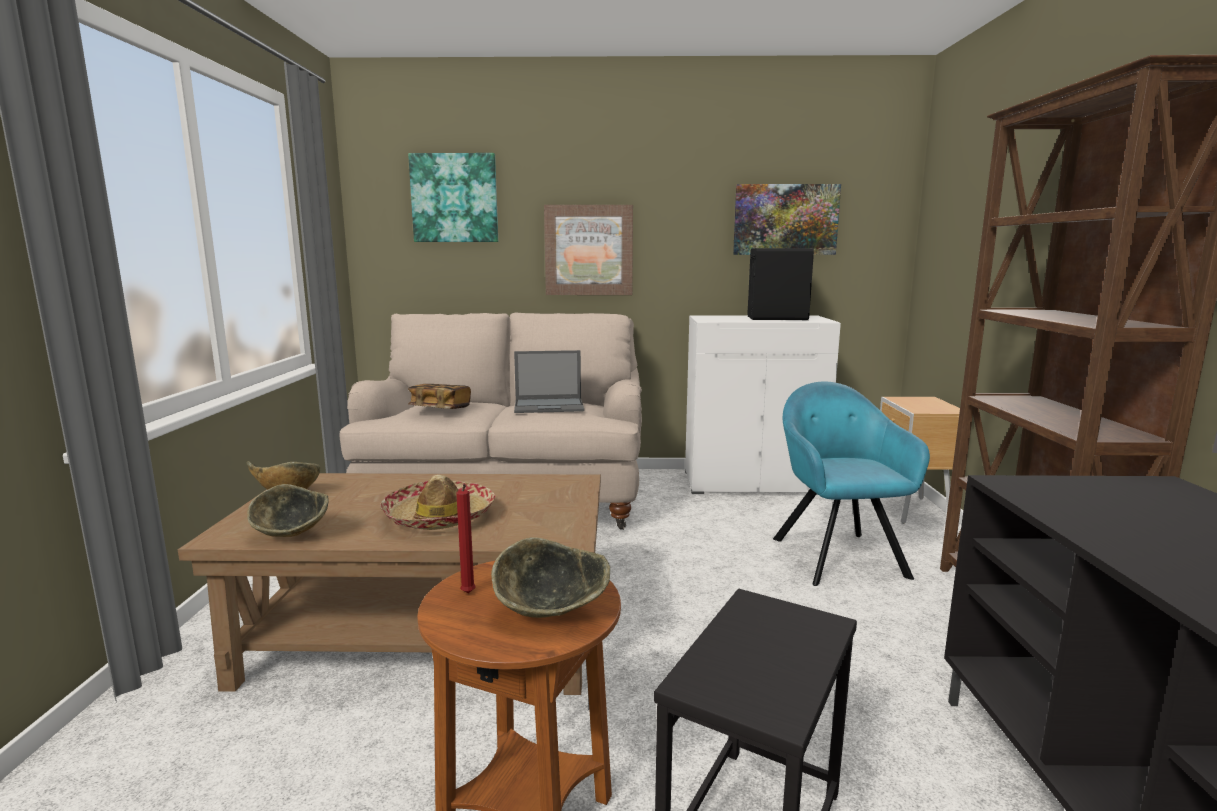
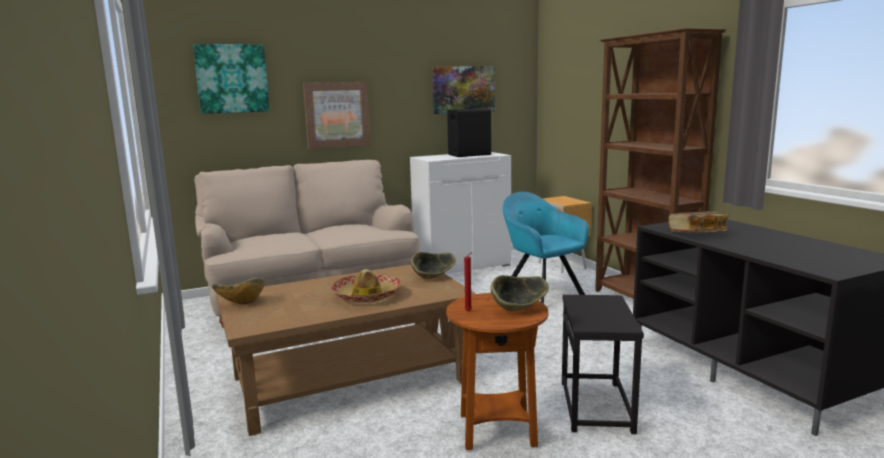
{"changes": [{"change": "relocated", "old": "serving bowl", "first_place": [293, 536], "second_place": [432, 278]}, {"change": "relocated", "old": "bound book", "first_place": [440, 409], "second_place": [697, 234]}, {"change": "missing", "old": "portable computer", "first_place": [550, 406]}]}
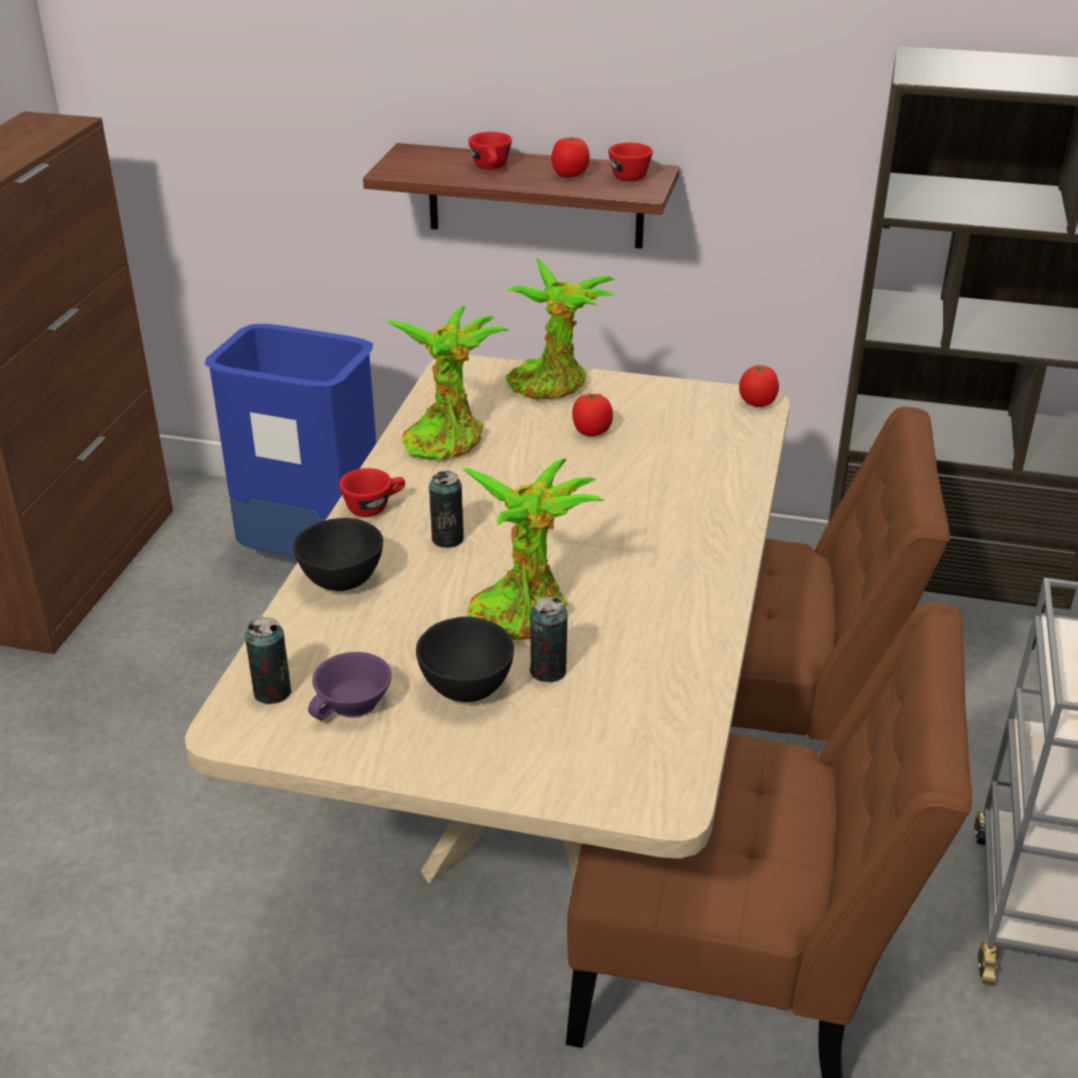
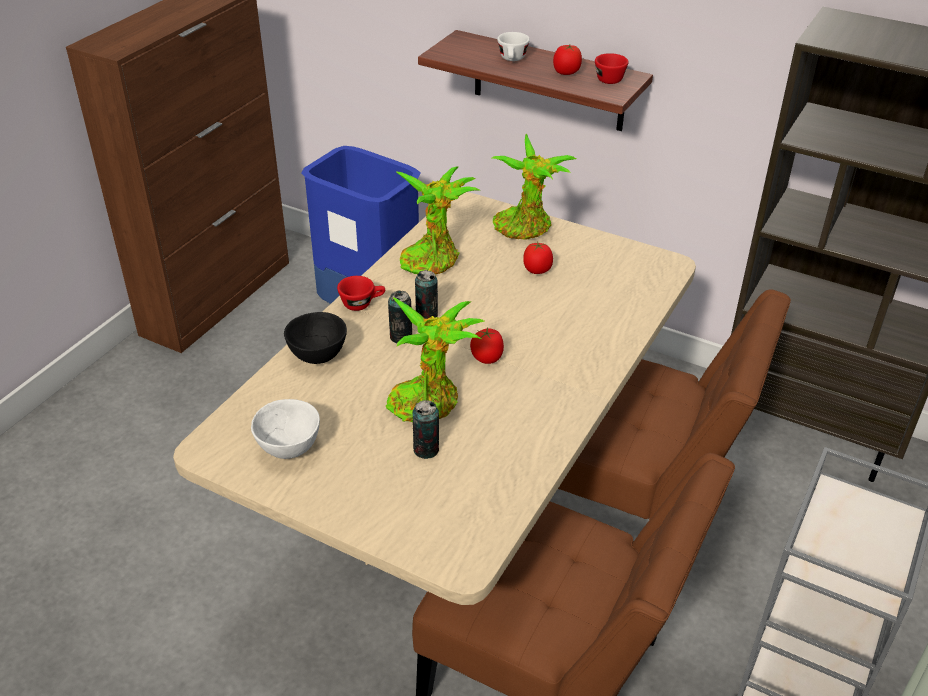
{"changes": [{"change": "exchanged", "old": "cup (purple)", "new": "serving bowl (white)", "first_place": [354, 705], "second_place": [288, 449]}, {"change": "relocated", "old": "can", "first_place": [272, 692], "second_place": [426, 316]}, {"change": "relocated", "old": "whole tomato", "first_place": [757, 403], "second_place": [487, 358]}, {"change": "colour", "old": "cup (reddish)", "new": "cup (white)", "first_place": [492, 168], "second_place": [512, 59]}, {"change": "missing", "old": "serving bowl (blackish)", "first_place": [466, 687]}]}
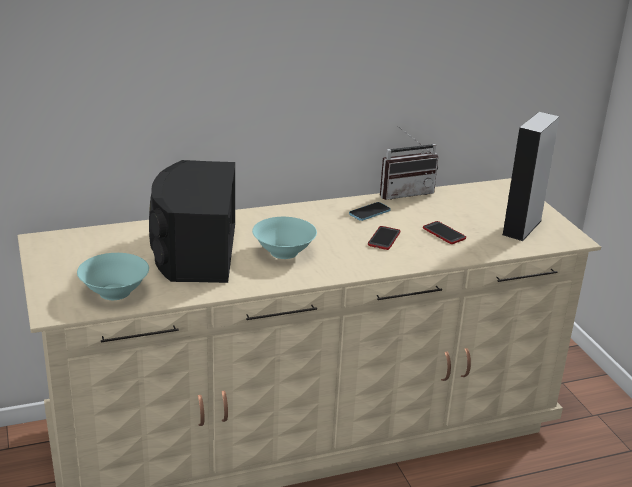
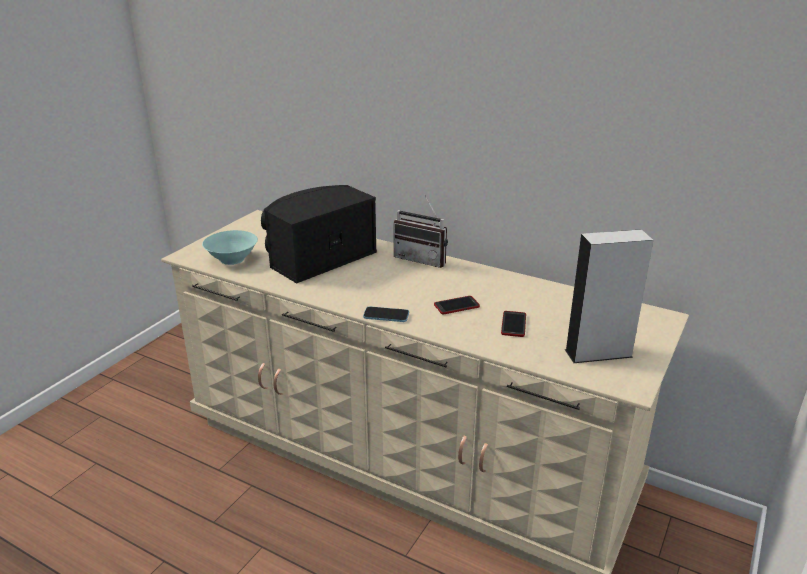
{"changes": [{"change": "relocated", "old": "phone", "first_place": [369, 212], "second_place": [386, 315]}, {"change": "relocated", "old": "radio set", "first_place": [404, 192], "second_place": [423, 259]}, {"change": "missing", "old": "serving bowl (turquoise)", "first_place": [284, 252]}]}
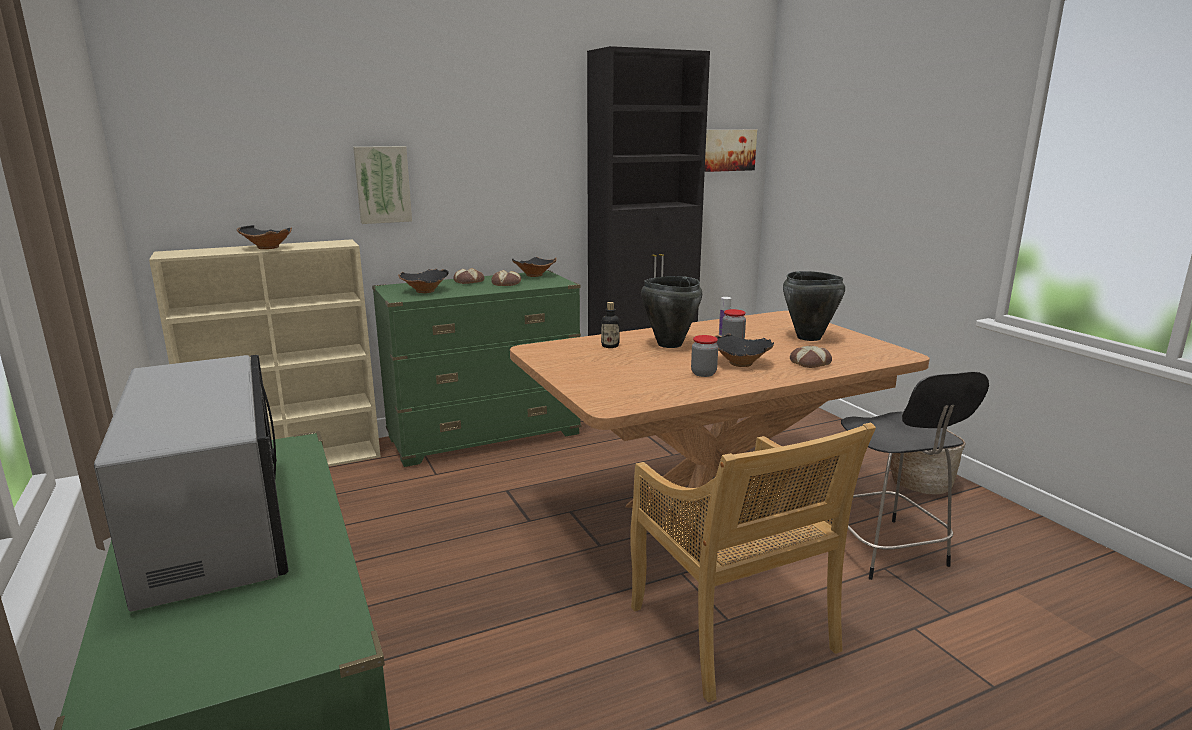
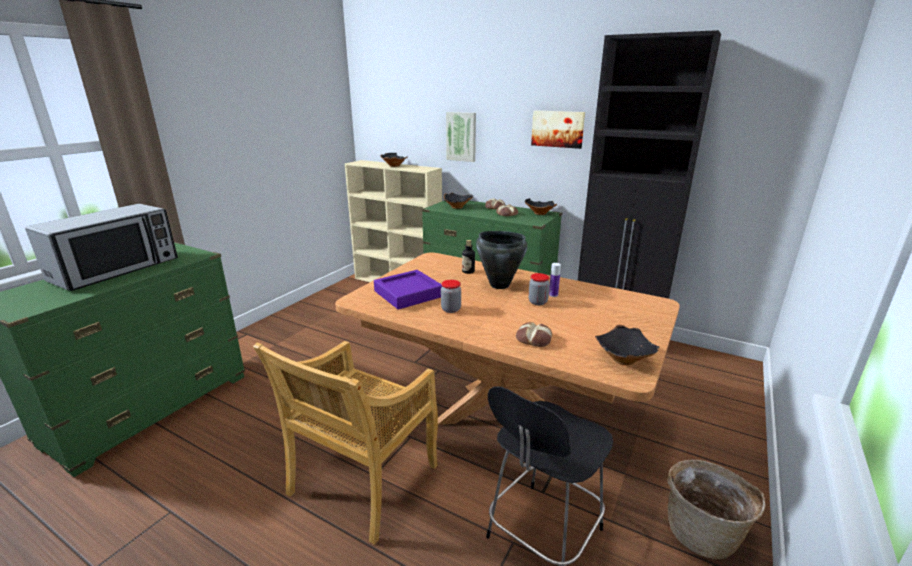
{"changes": [{"change": "appeared", "new": "serving tray (purple)", "second_place": [408, 294]}, {"change": "relocated", "old": "wall art", "first_place": [727, 150], "second_place": [558, 129]}, {"change": "relocated", "old": "serving bowl (blackish)", "first_place": [741, 363], "second_place": [625, 359]}, {"change": "missing", "old": "saucepot (blackish)", "first_place": [808, 338]}]}
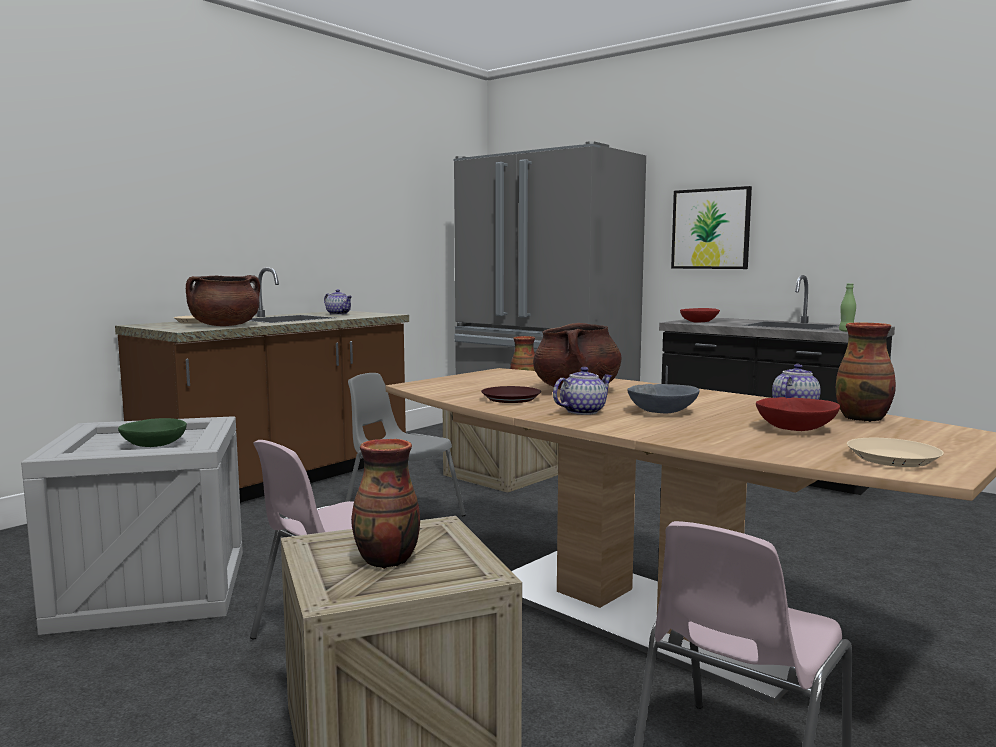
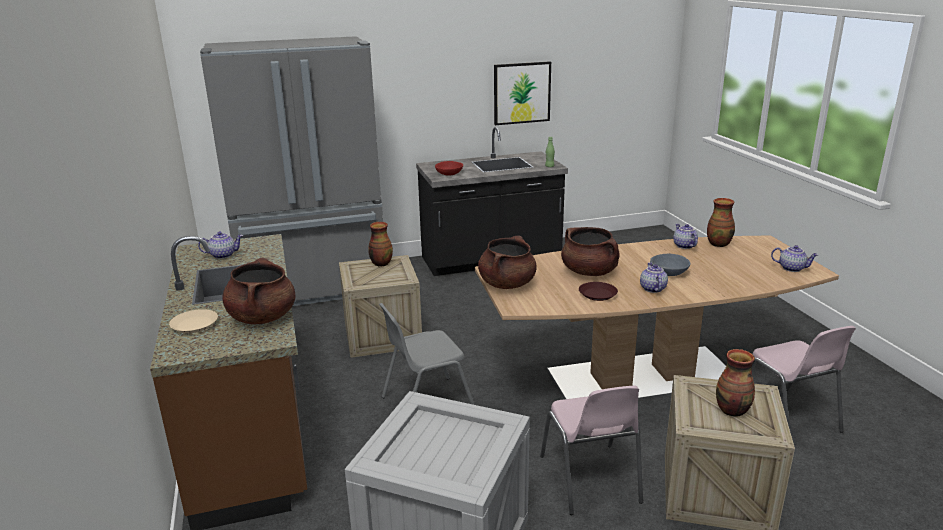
{"changes": [{"change": "appeared", "new": "saucepot (brown)", "second_place": [507, 284]}, {"change": "relocated", "old": "wall art", "first_place": [711, 229], "second_place": [521, 93]}, {"change": "exchanged", "old": "dinner plate (beige-coloured)", "new": "tea pot", "first_place": [893, 458], "second_place": [792, 268]}, {"change": "missing", "old": "serving bowl (green)", "first_place": [153, 445]}, {"change": "missing", "old": "serving bowl (reddish)", "first_place": [795, 429]}]}
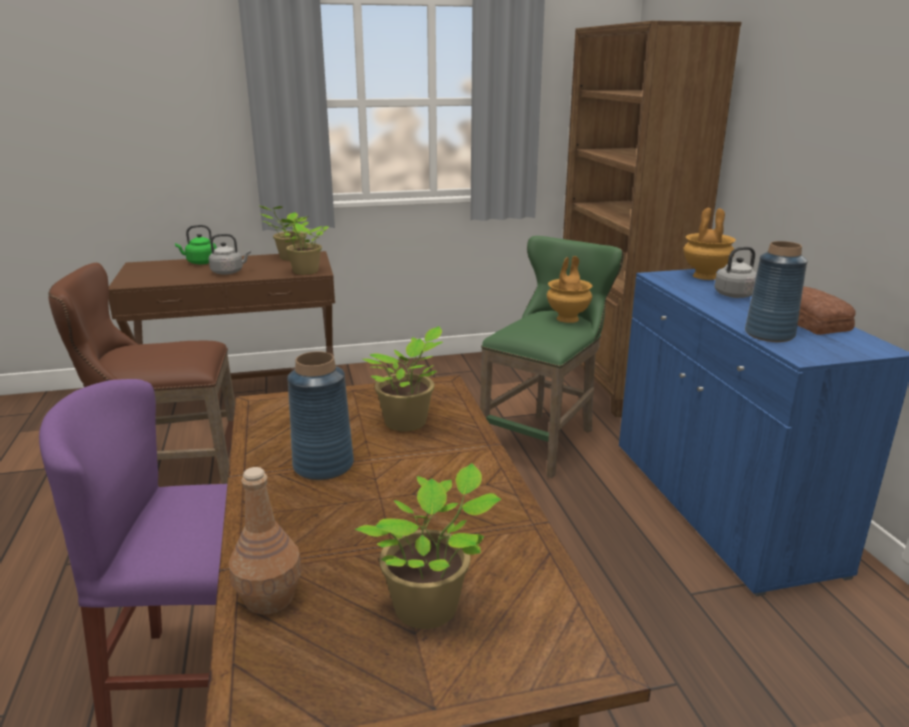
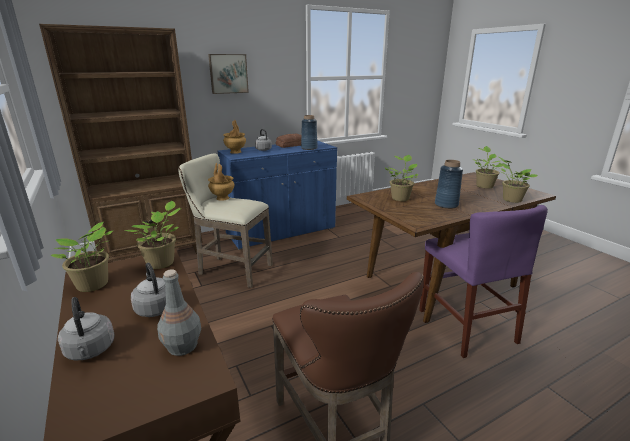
{"changes": [{"change": "colour", "old": "kettle (green)", "new": "kettle (greyish)", "first_place": [200, 262], "second_place": [90, 351]}, {"change": "appeared", "new": "drink bottle (greyish)", "second_place": [183, 346]}, {"change": "colour", "old": "stool seat (green)", "new": "stool seat (beige-coloured)", "first_place": [544, 440], "second_place": [231, 270]}, {"change": "appeared", "new": "wall art", "second_place": [228, 73]}, {"change": "exchanged", "old": "drink bottle (brown)", "new": "plant in a pot", "first_place": [268, 598], "second_place": [510, 199]}]}
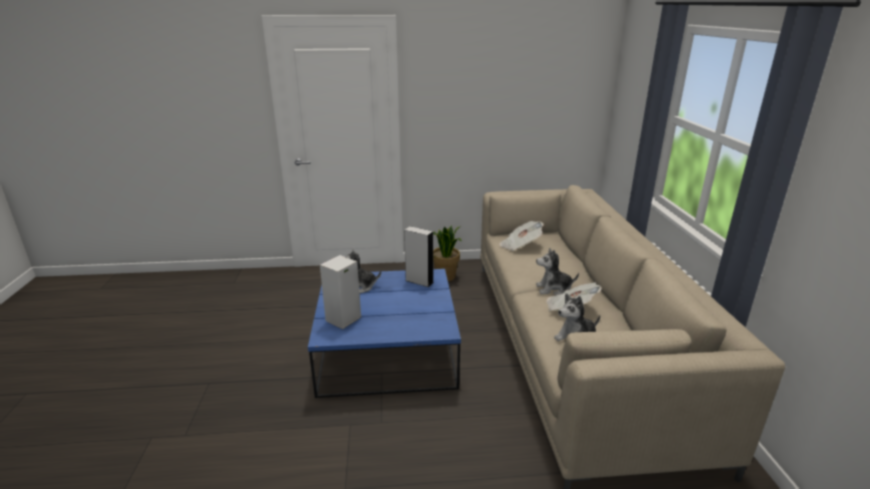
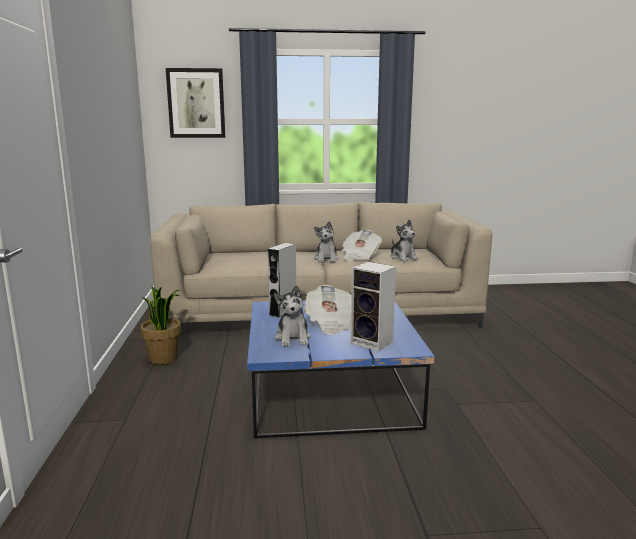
{"changes": [{"change": "appeared", "new": "wall art", "second_place": [196, 103]}, {"change": "relocated", "old": "printed paper", "first_place": [520, 246], "second_place": [331, 324]}]}
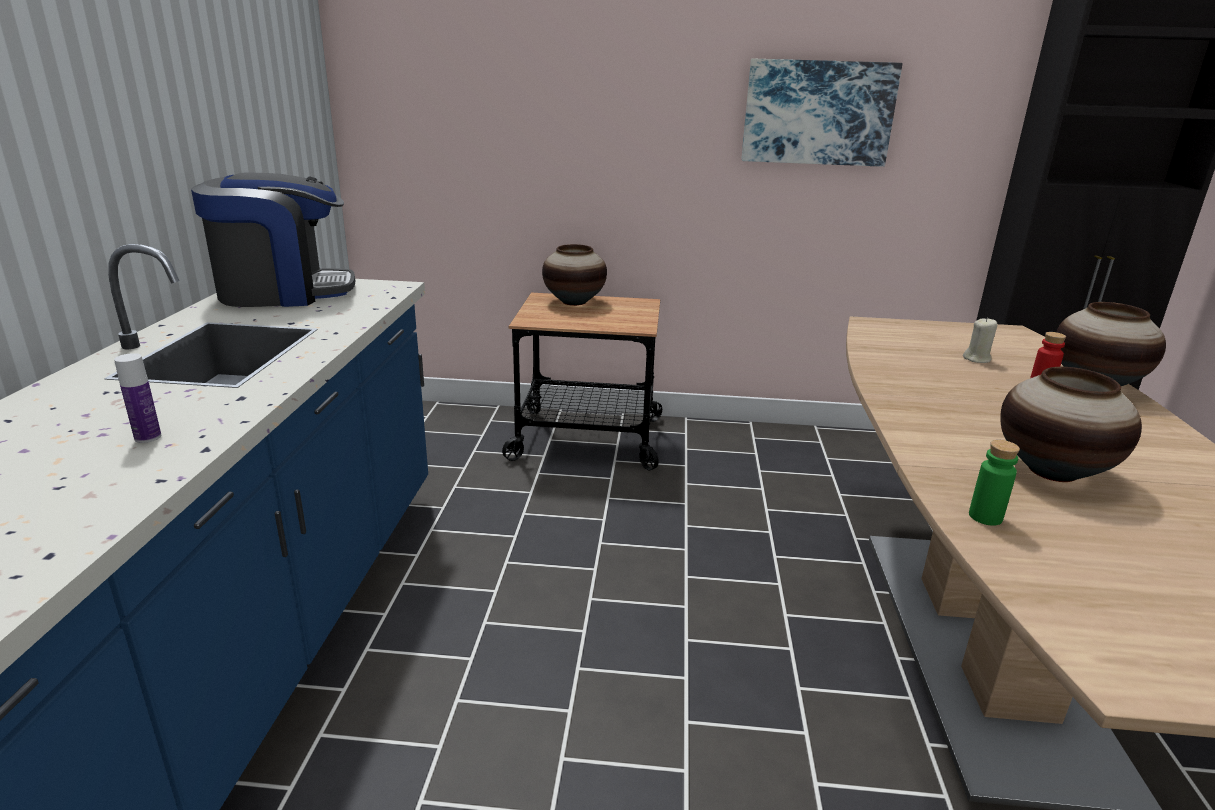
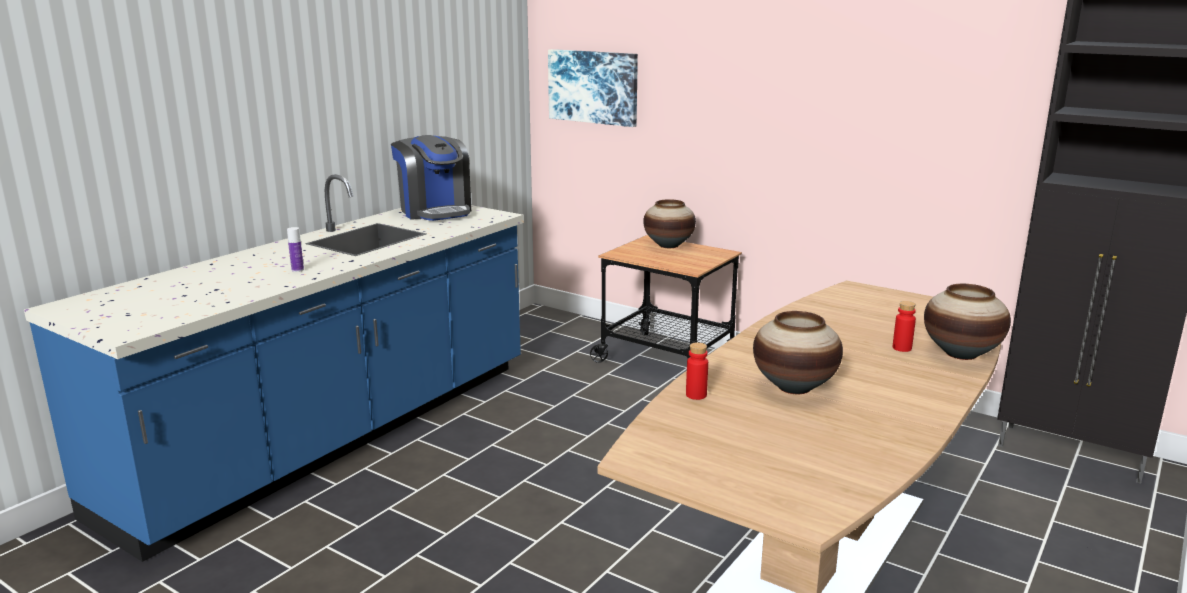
{"changes": [{"change": "spun", "old": "coffee brewer", "first_place": [284, 292], "second_place": [435, 211], "degrees": 45}, {"change": "relocated", "old": "wall art", "first_place": [818, 113], "second_place": [593, 87]}, {"change": "colour", "old": "drink bottle (green)", "new": "drink bottle (reddish)", "first_place": [985, 517], "second_place": [696, 395]}, {"change": "missing", "old": "candle (beige-coloured)", "first_place": [977, 359]}]}
